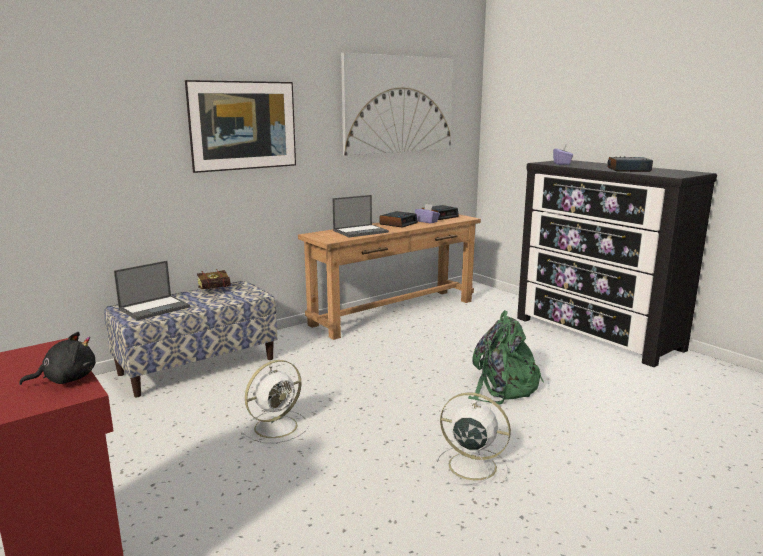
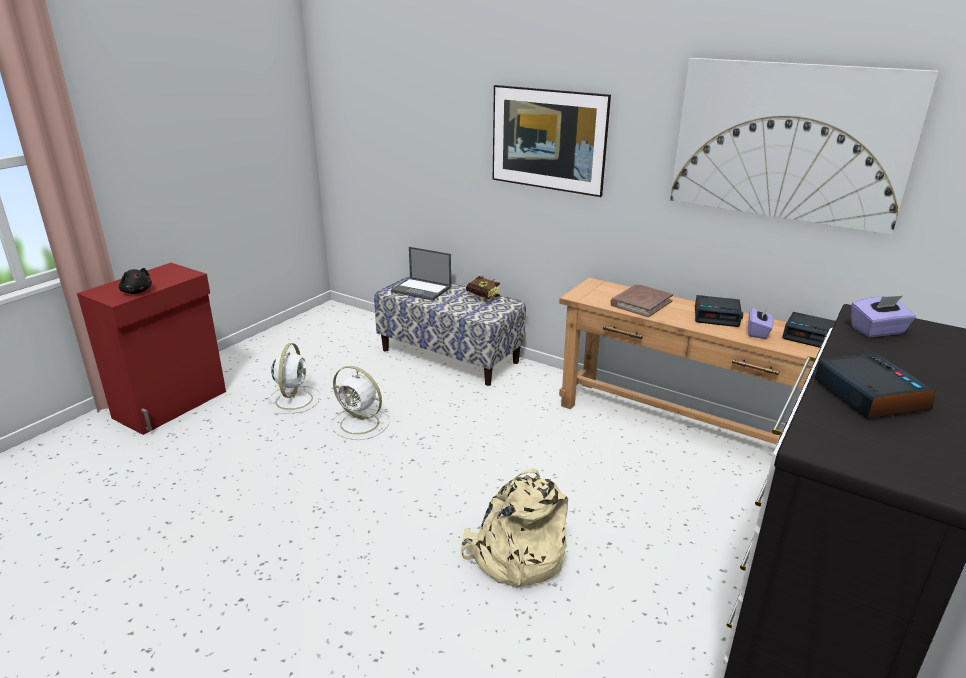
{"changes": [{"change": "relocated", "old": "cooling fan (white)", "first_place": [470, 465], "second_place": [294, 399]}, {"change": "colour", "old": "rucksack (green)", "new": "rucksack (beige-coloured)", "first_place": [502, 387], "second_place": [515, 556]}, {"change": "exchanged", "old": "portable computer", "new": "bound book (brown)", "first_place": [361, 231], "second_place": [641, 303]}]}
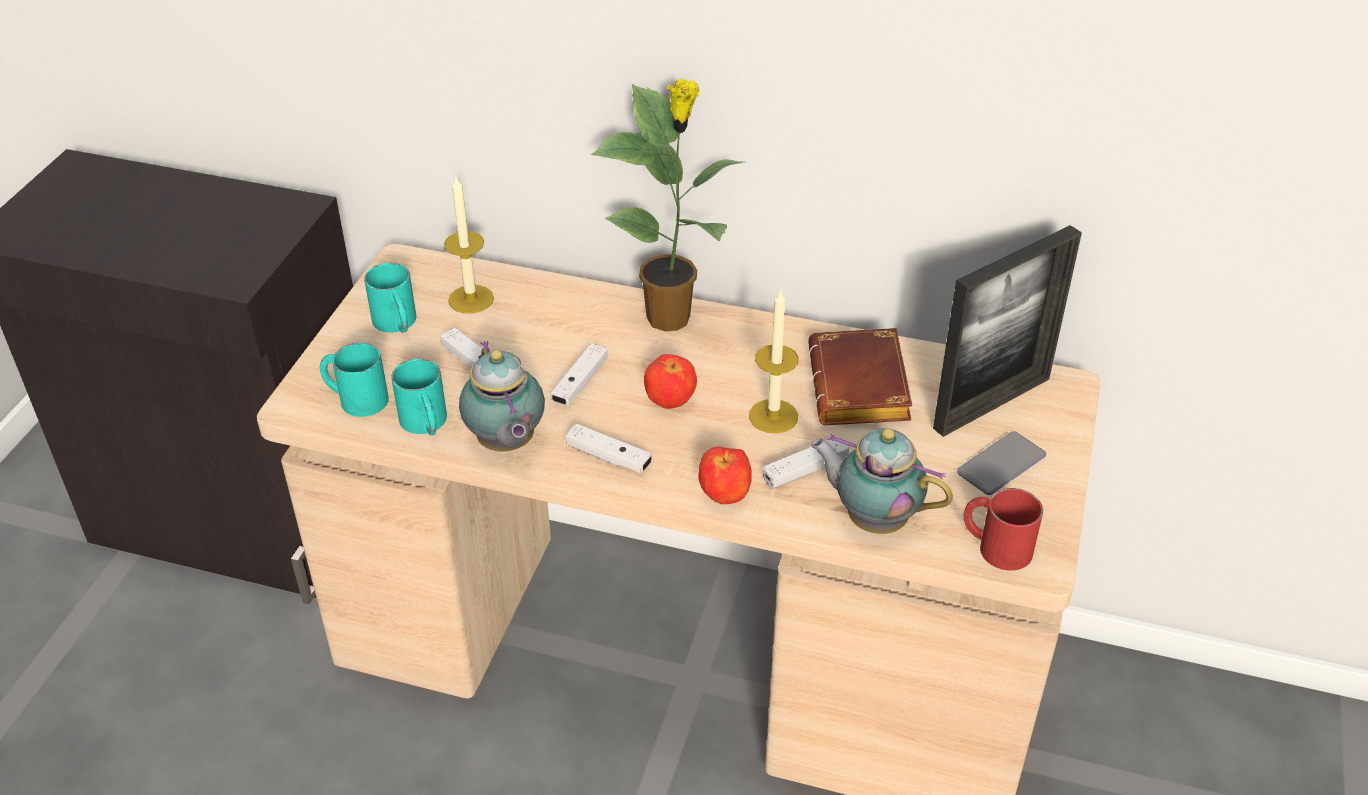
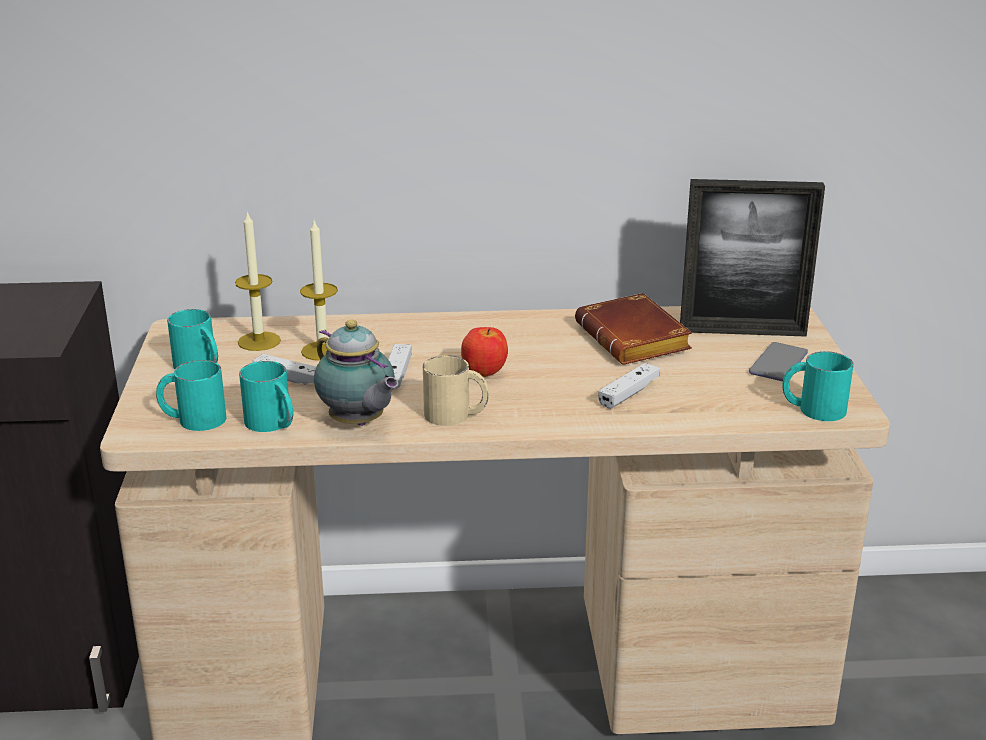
{"changes": [{"change": "relocated", "old": "candle", "first_place": [773, 416], "second_place": [322, 351]}, {"change": "exchanged", "old": "game controller (white)", "new": "coffee mug (beige-coloured)", "first_place": [608, 457], "second_place": [456, 415]}, {"change": "spun", "old": "standing frame", "first_place": [992, 403], "second_place": [742, 331], "degrees": 60}, {"change": "colour", "old": "coffee mug (reddish)", "new": "coffee mug (turquoise)", "first_place": [995, 546], "second_place": [812, 409]}, {"change": "missing", "old": "plant in a pot", "first_place": [671, 318]}, {"change": "missing", "old": "apple fruit", "first_place": [725, 496]}, {"change": "missing", "old": "tea pot", "first_place": [873, 519]}]}
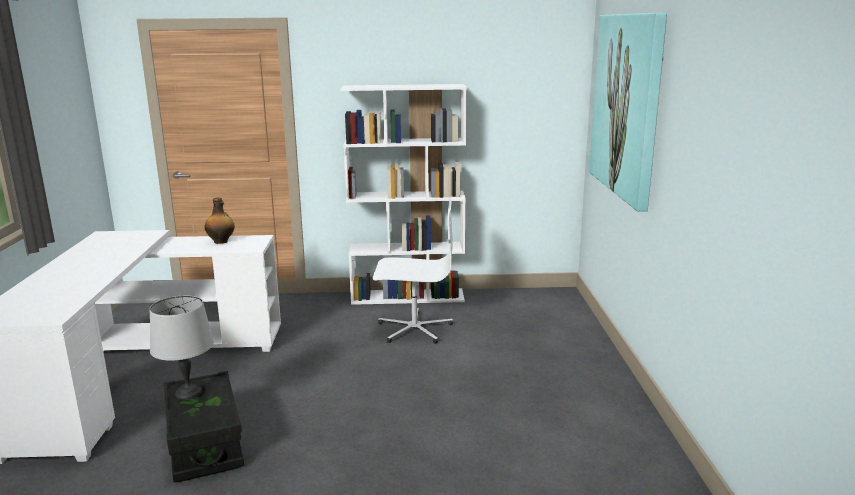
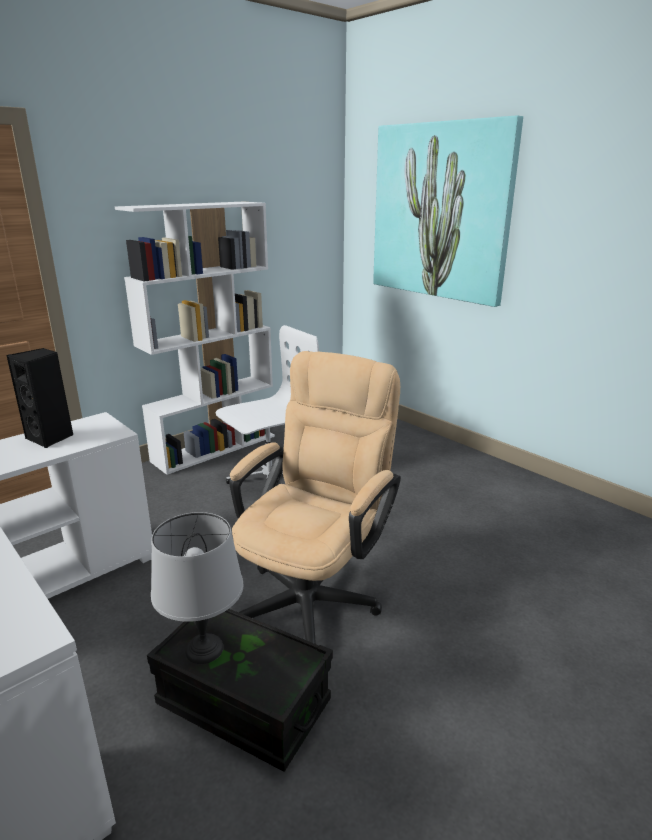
{"changes": [{"change": "exchanged", "old": "drink bottle", "new": "audio speaker (blackish)", "first_place": [221, 241], "second_place": [51, 438]}, {"change": "appeared", "new": "computer chair (beige-coloured)", "second_place": [314, 595]}]}
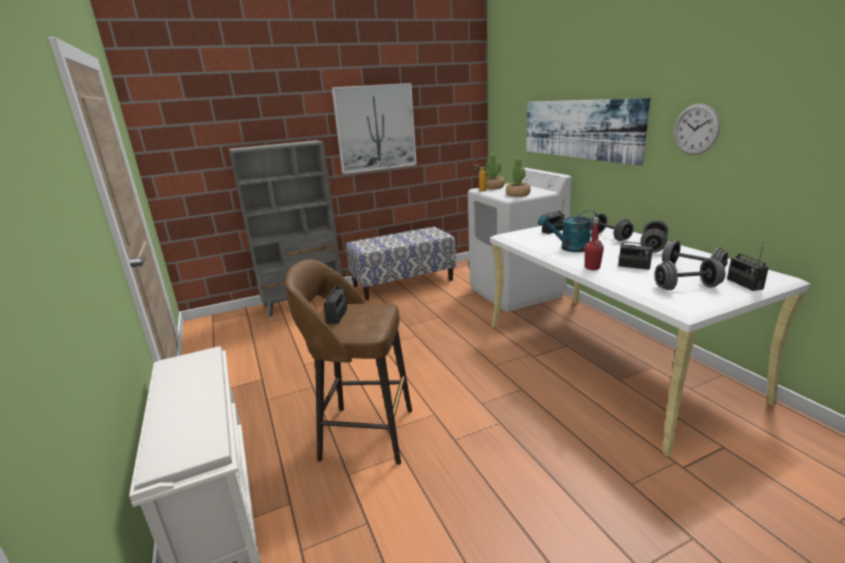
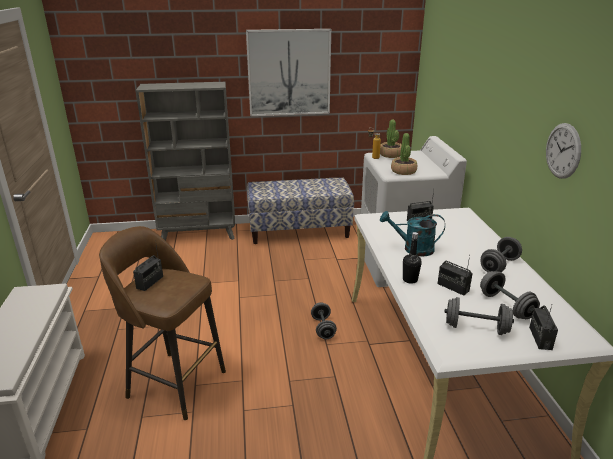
{"changes": [{"change": "relocated", "old": "hand weight (greyish)", "first_place": [609, 237], "second_place": [323, 328]}, {"change": "colour", "old": "drink bottle (reddish)", "new": "drink bottle (blackish)", "first_place": [592, 268], "second_place": [410, 280]}, {"change": "missing", "old": "wall art", "first_place": [579, 129]}]}
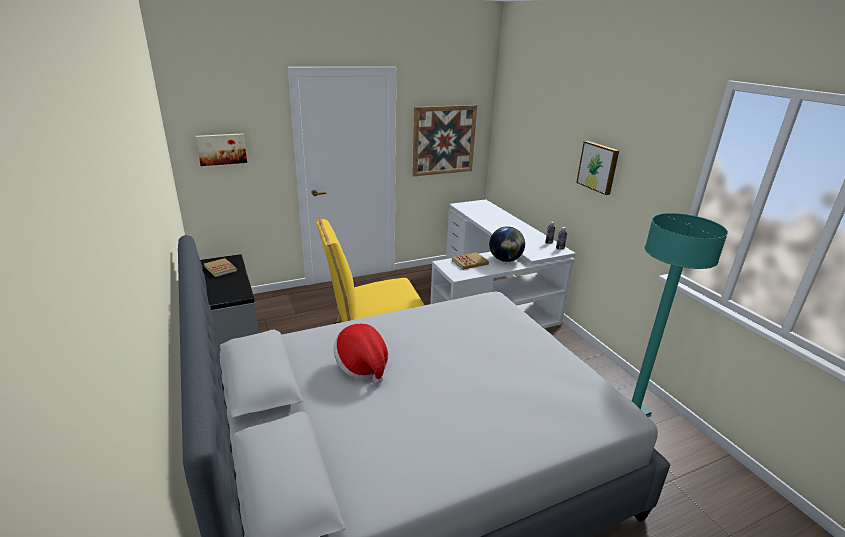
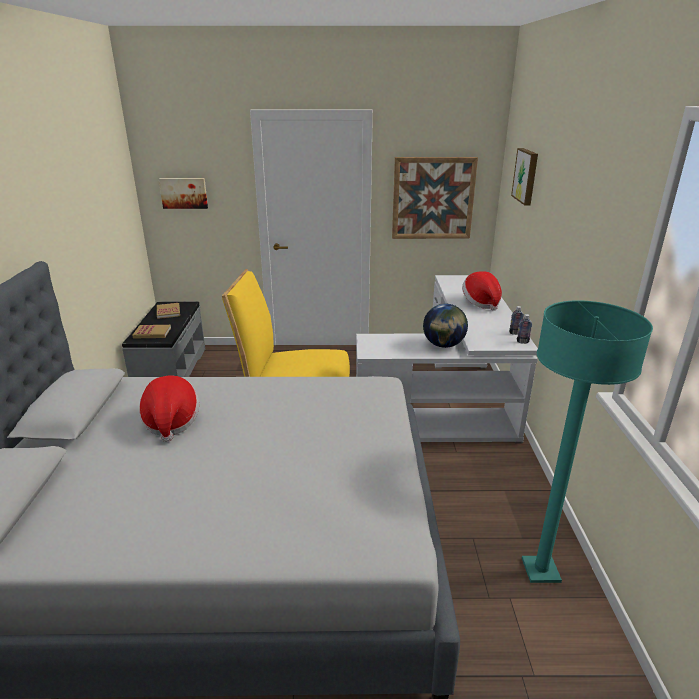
{"changes": [{"change": "relocated", "old": "bound book", "first_place": [470, 262], "second_place": [152, 333]}, {"change": "appeared", "new": "hat", "second_place": [481, 302]}, {"change": "relocated", "old": "wall art", "first_place": [598, 167], "second_place": [526, 176]}]}
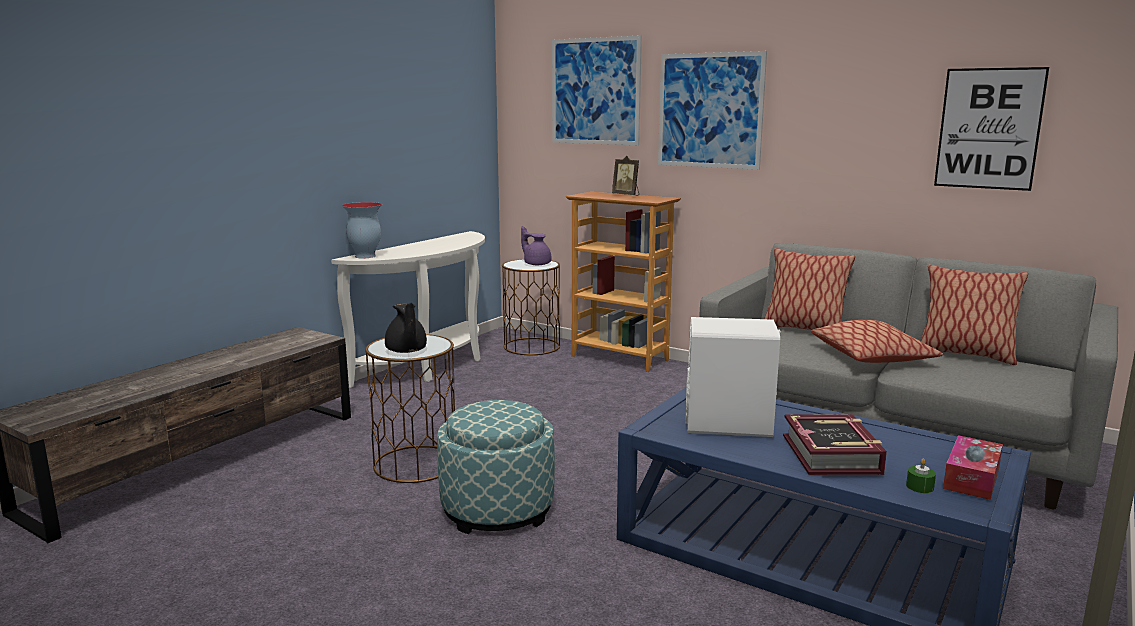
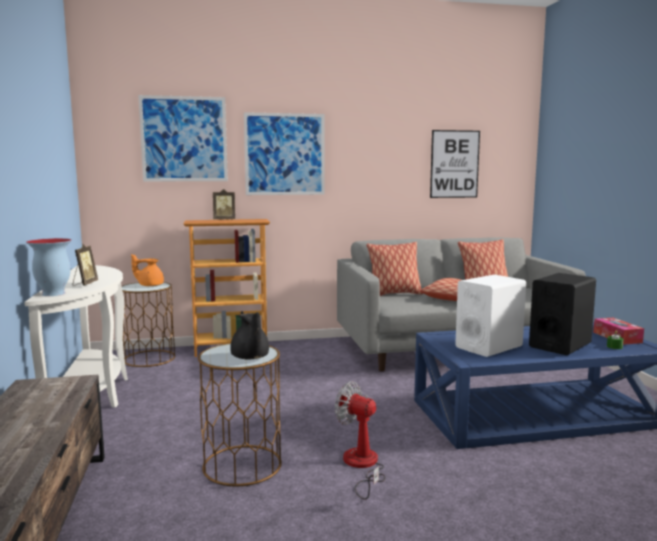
{"changes": [{"change": "appeared", "new": "standing frame", "second_place": [84, 284]}, {"change": "colour", "old": "tea pot (purple)", "new": "tea pot (orange-coloured)", "first_place": [536, 264], "second_place": [150, 285]}, {"change": "spun", "old": "tea pot (blackish)", "first_place": [406, 351], "second_place": [250, 357], "degrees": 45}, {"change": "exchanged", "old": "ottoman", "new": "cooling fan", "first_place": [497, 509], "second_place": [362, 466]}, {"change": "exchanged", "old": "bound book", "new": "audio speaker (blackish)", "first_place": [832, 454], "second_place": [560, 345]}]}
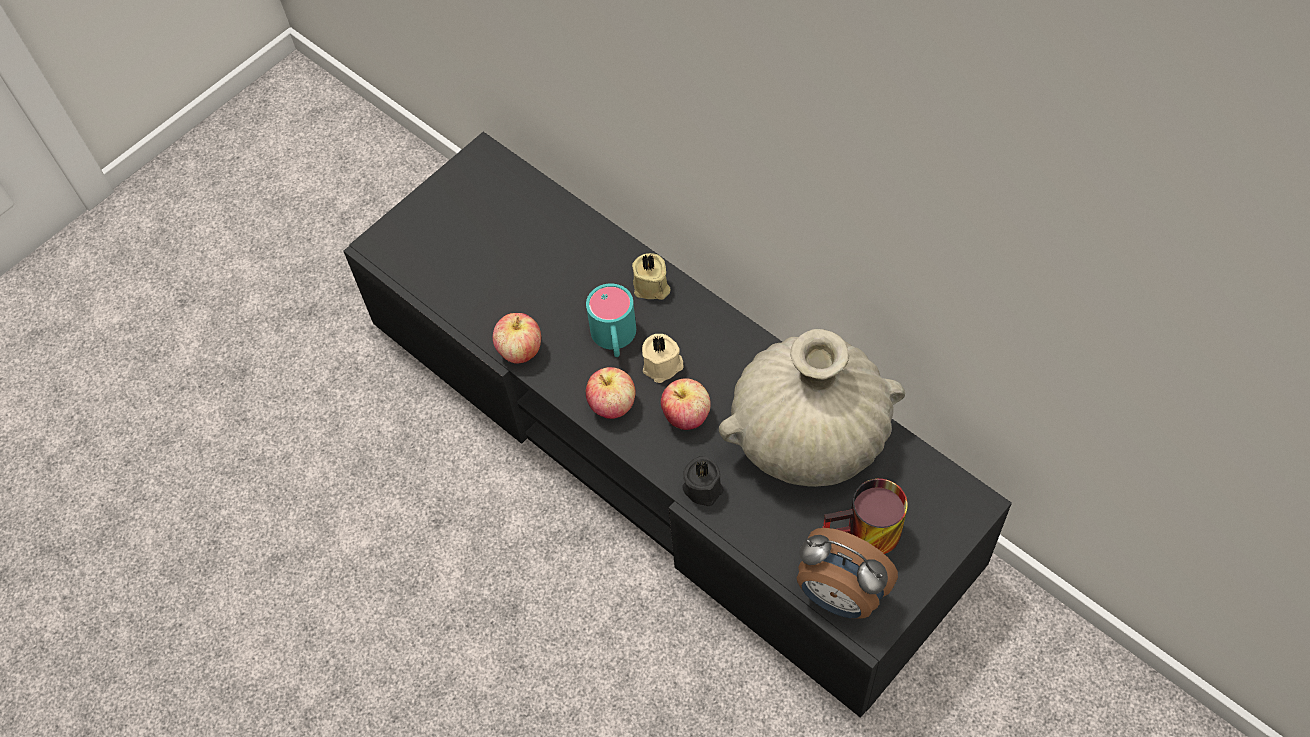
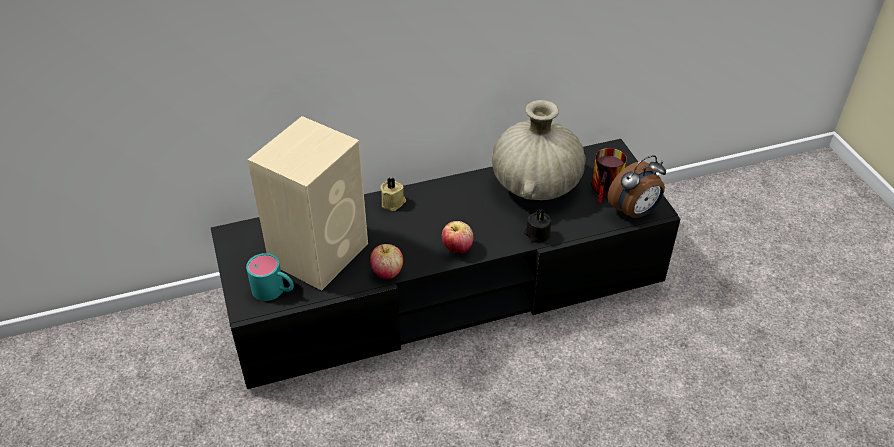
{"changes": [{"change": "relocated", "old": "coffee mug (turquoise)", "first_place": [614, 339], "second_place": [274, 291]}, {"change": "appeared", "new": "audio speaker (beige-coloured)", "second_place": [320, 251]}, {"change": "missing", "old": "candle (beige-coloured)", "first_place": [663, 366]}, {"change": "missing", "old": "apple fruit", "first_place": [686, 416]}]}
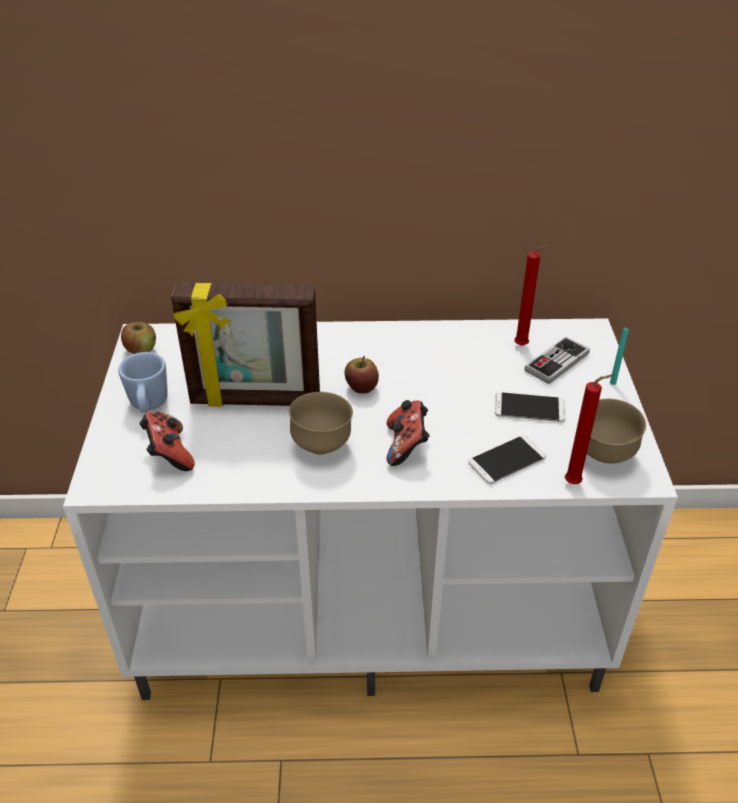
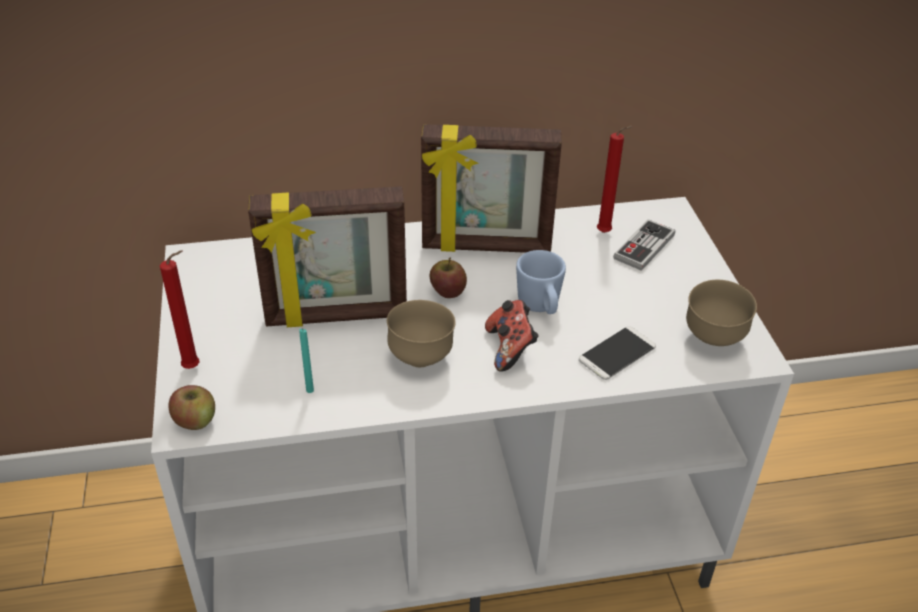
{"changes": [{"change": "relocated", "old": "candle (reddish)", "first_place": [575, 483], "second_place": [194, 367]}, {"change": "relocated", "old": "apple fruit", "first_place": [141, 349], "second_place": [195, 420]}, {"change": "relocated", "old": "candle (turquoise)", "first_place": [612, 383], "second_place": [310, 390]}, {"change": "appeared", "new": "standing frame", "second_place": [486, 247]}, {"change": "relocated", "old": "coffee mug (blue-coloured)", "first_place": [148, 406], "second_place": [540, 307]}, {"change": "missing", "old": "game controller", "first_place": [169, 454]}, {"change": "missing", "old": "phone", "first_place": [529, 408]}]}
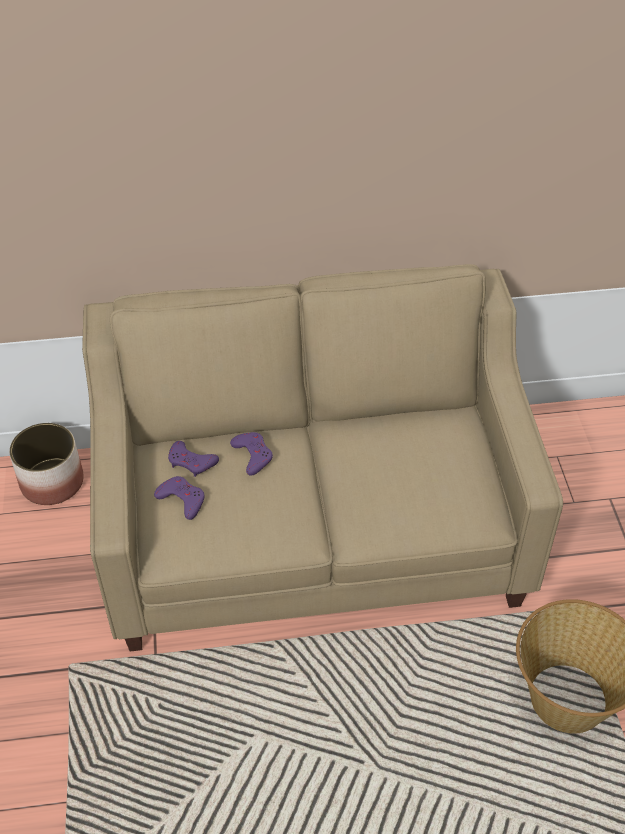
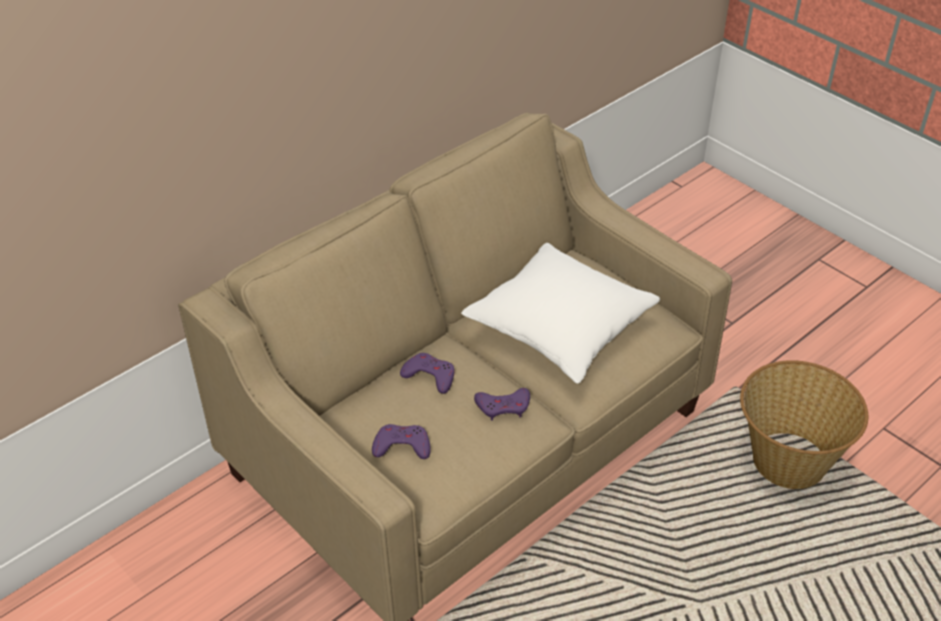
{"changes": [{"change": "appeared", "new": "pillow (white)", "second_place": [559, 326]}, {"change": "relocated", "old": "game controller (purple)", "first_place": [191, 462], "second_place": [503, 407]}, {"change": "missing", "old": "planter", "first_place": [52, 481]}]}
